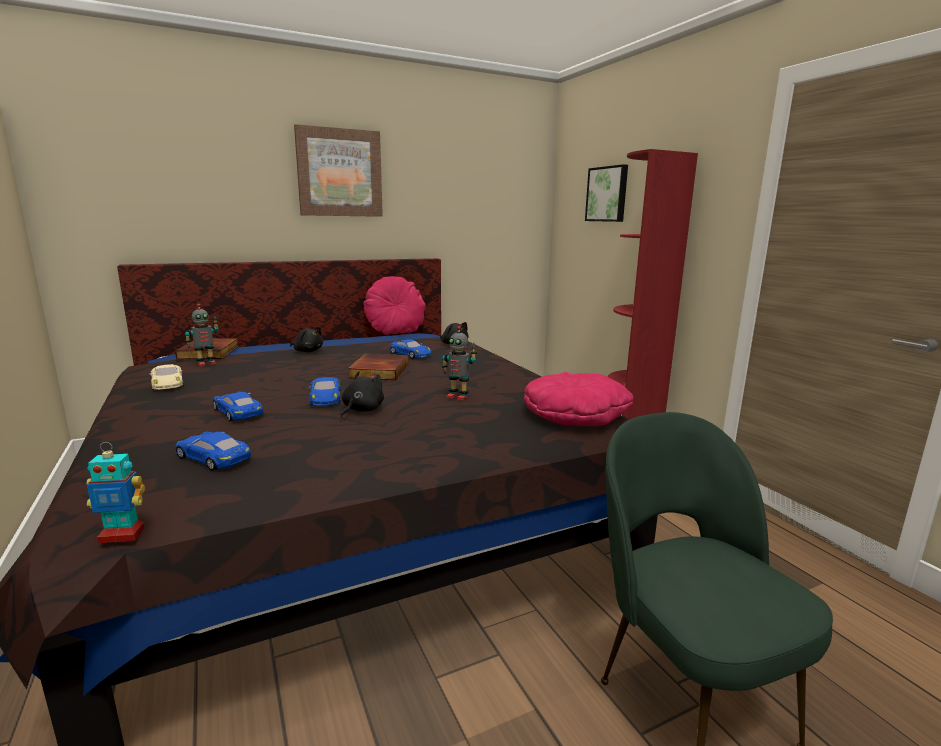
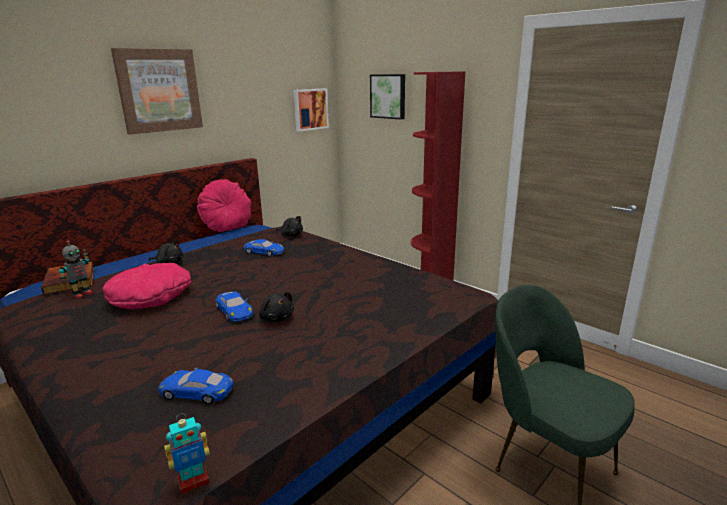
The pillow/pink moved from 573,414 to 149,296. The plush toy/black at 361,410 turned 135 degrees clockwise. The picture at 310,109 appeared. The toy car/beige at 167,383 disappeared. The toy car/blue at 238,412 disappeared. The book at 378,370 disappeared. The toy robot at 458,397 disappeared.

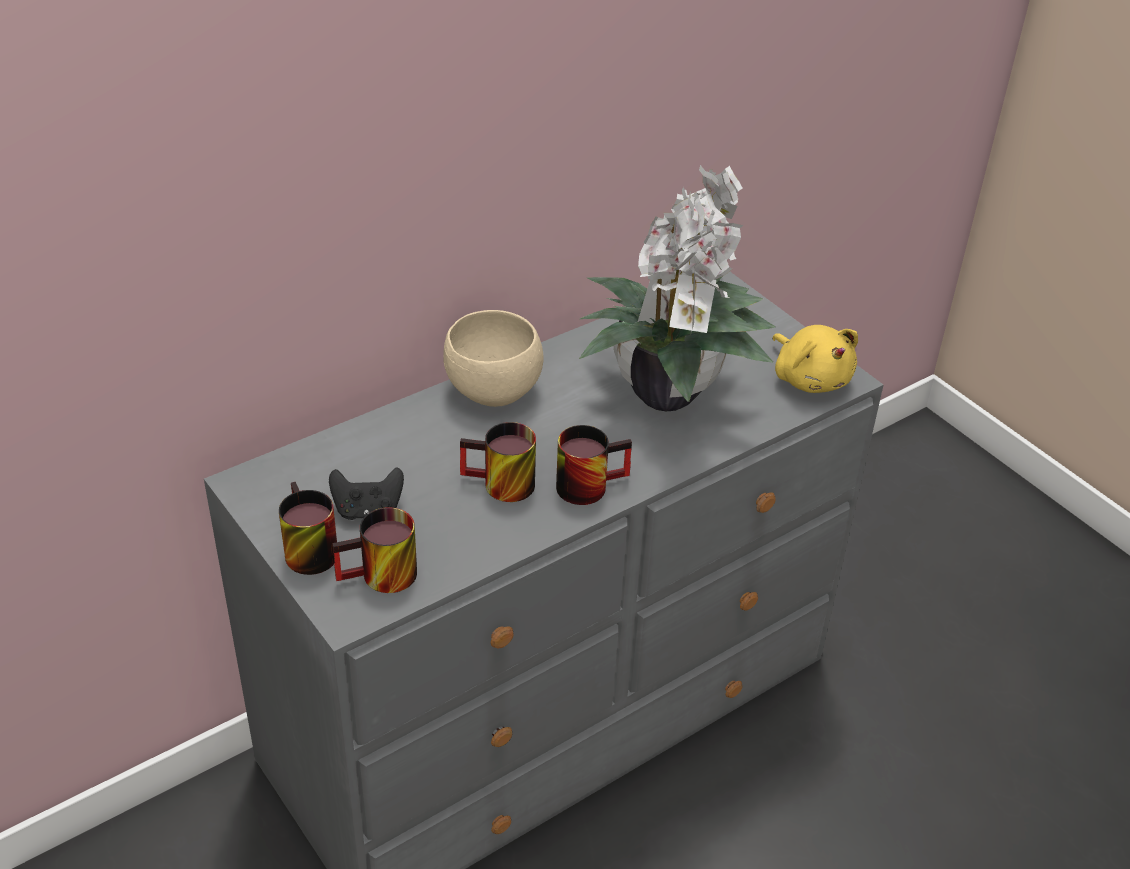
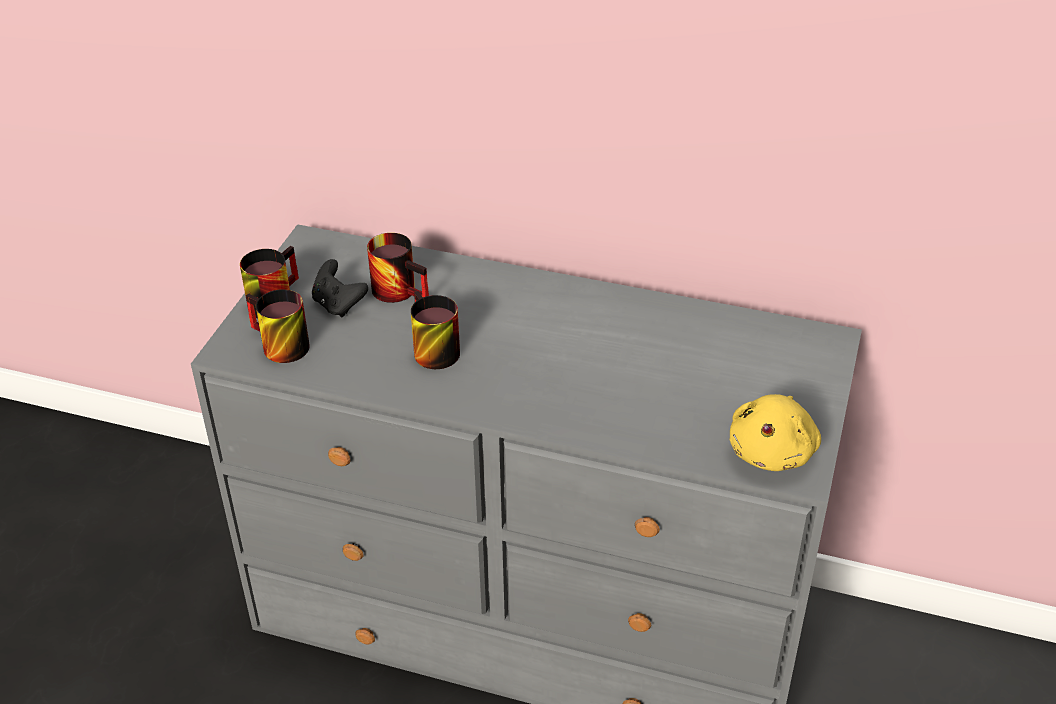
The mug moved from 588,482 to 402,290. The bowl/beige at 493,393 disappeared. The potted plant at 669,391 disappeared.

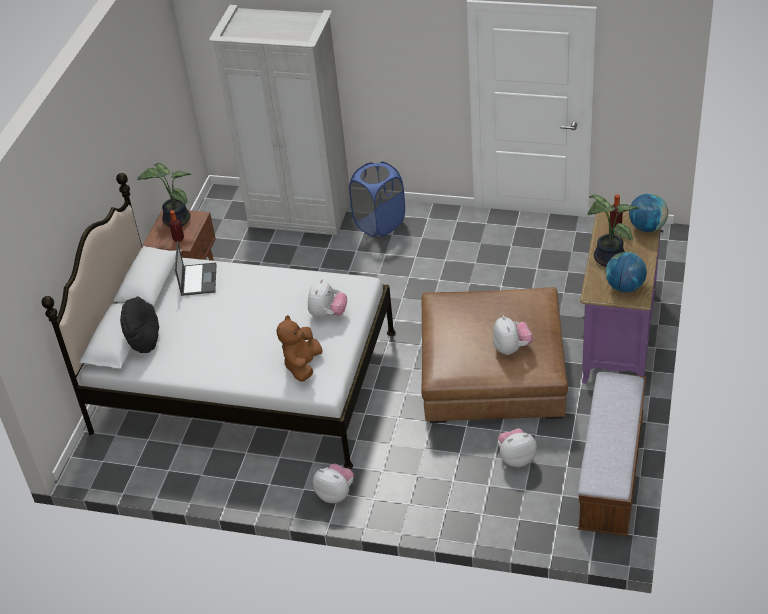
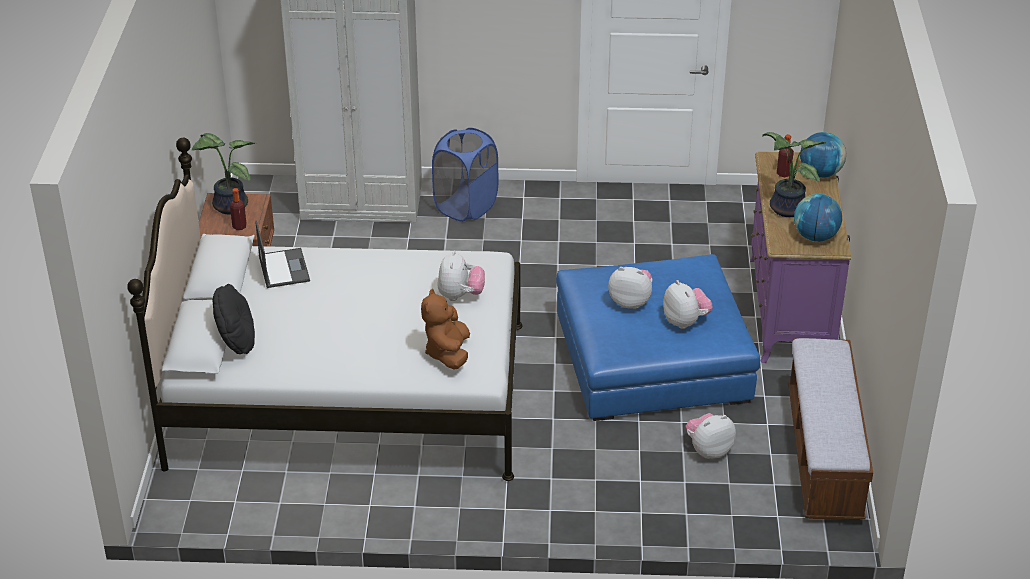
The ottoman/brown at 492,372 became the ottoman/blue at 652,359. The plush toy moved from 335,494 to 630,302.

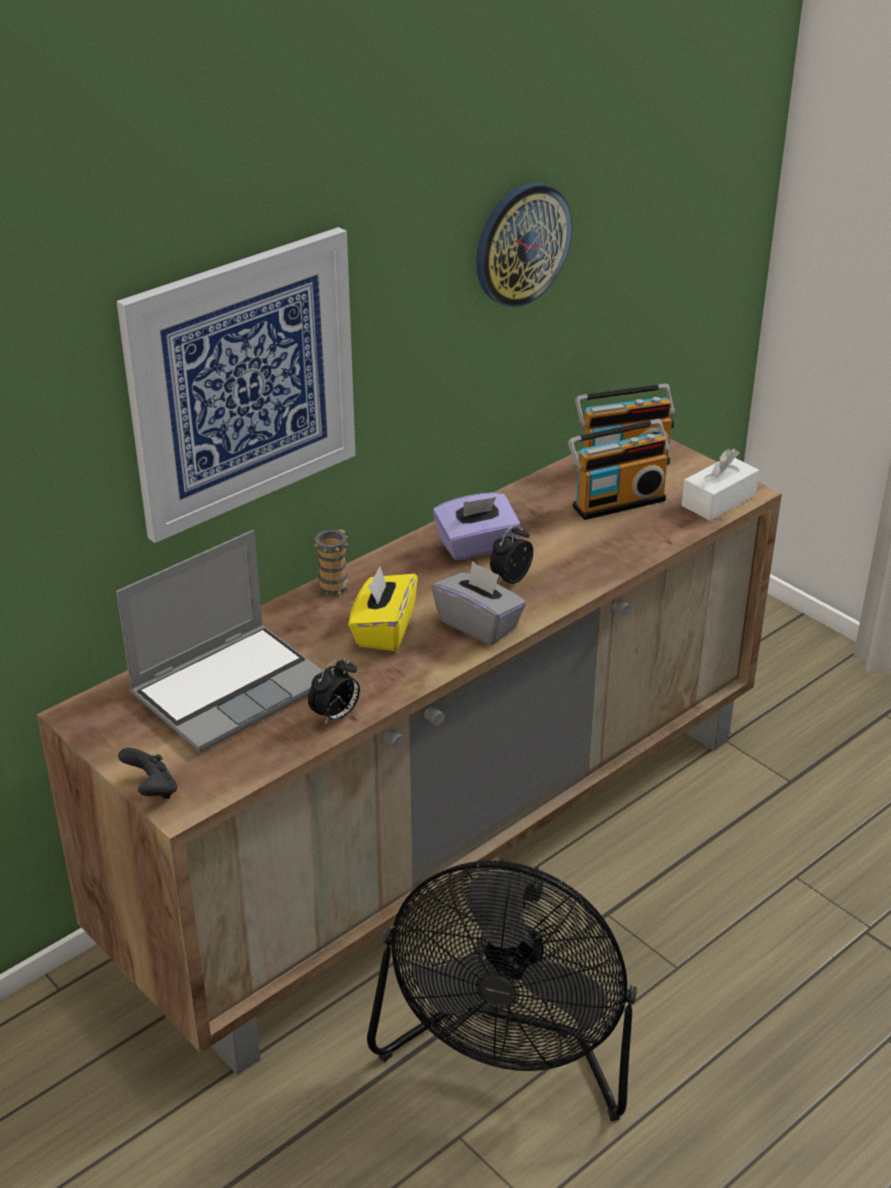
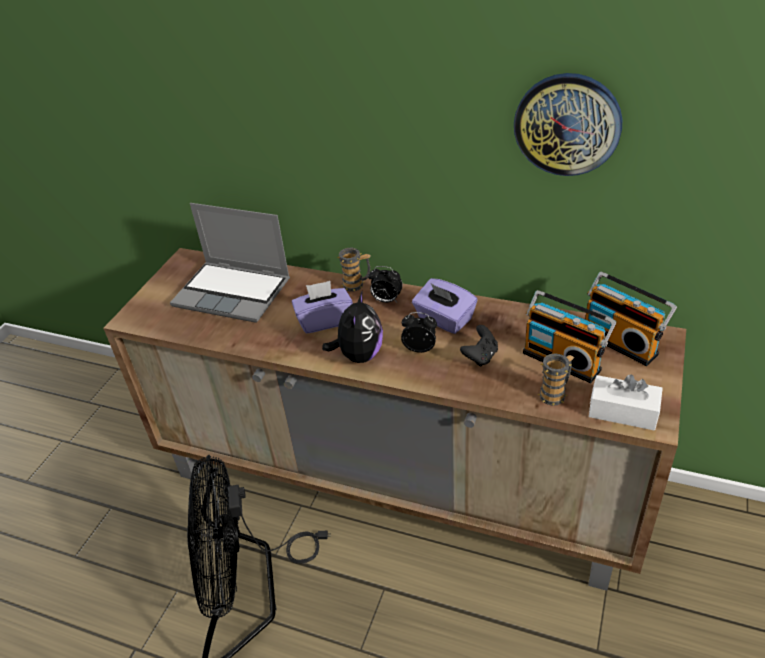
The tissue box/yellow at 383,630 became the tissue box/purple at 324,320. The tissue box/grey at 479,624 was replaced by the plush toy at 359,355. The alarm clock moved from 335,716 to 386,300. The game controller/black moved from 152,790 to 480,356. The mug at 555,394 appeared. The picture at 242,382 disappeared.

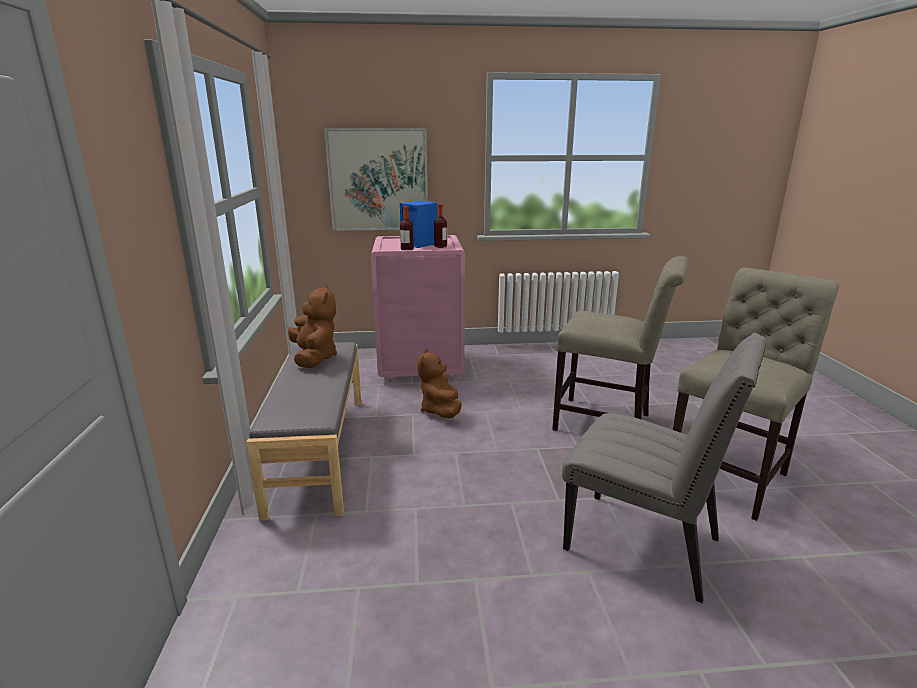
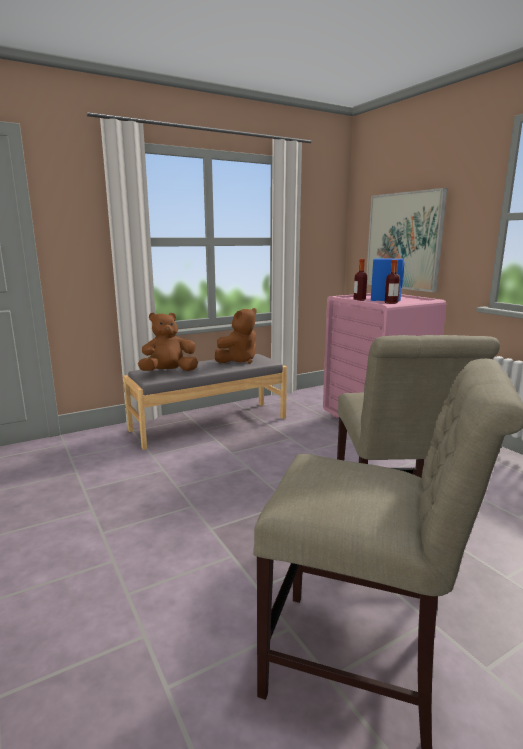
The plush toy/brown moved from 440,410 to 168,372. The chair/grey at 640,543 disappeared.

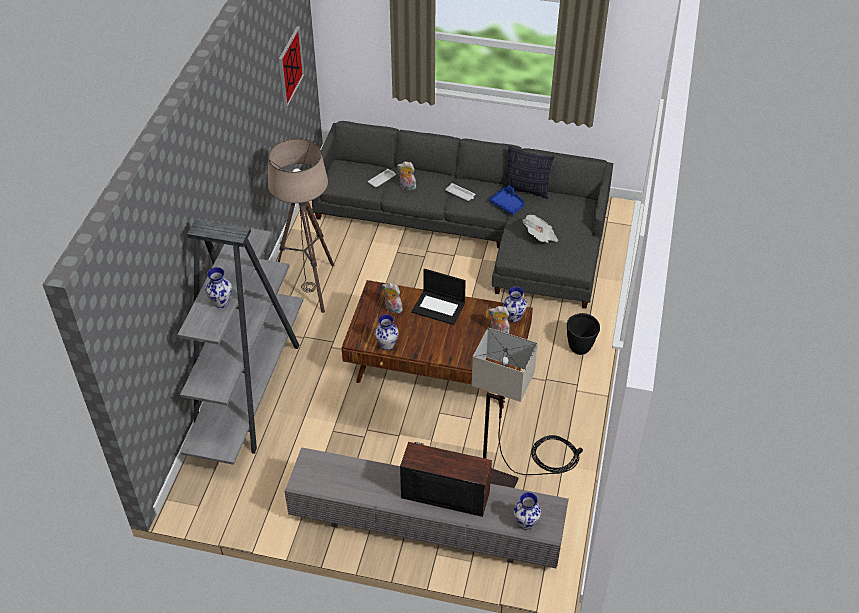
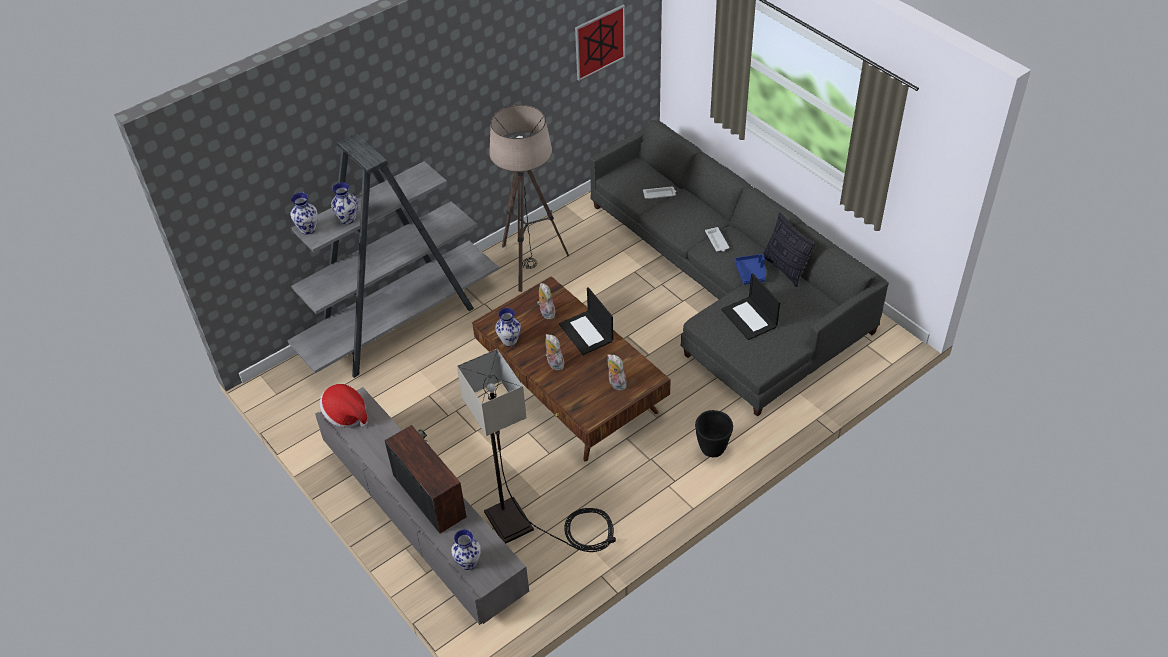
The vase moved from 514,317 to 308,229. The hat at 346,415 appeared. The plush toy moved from 407,187 to 554,363. The newspaper at 540,236 was replaced by the laptop at 750,318.

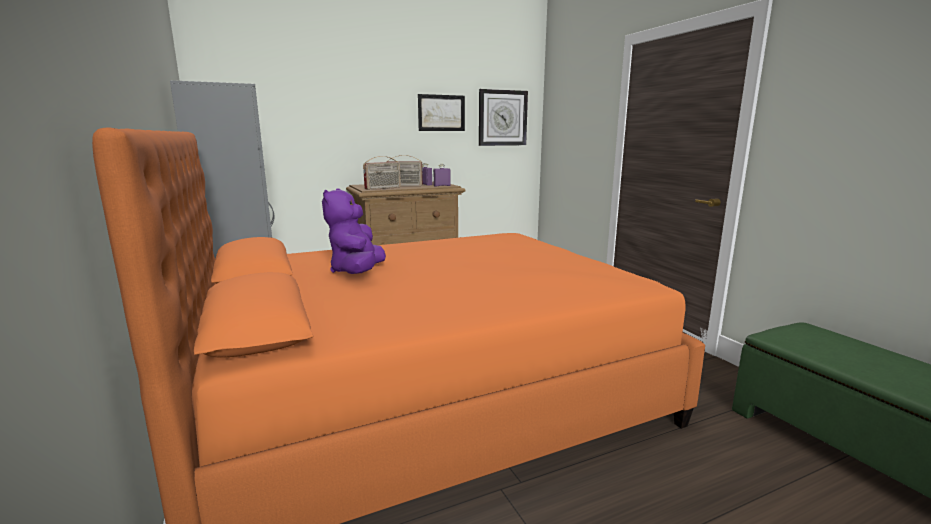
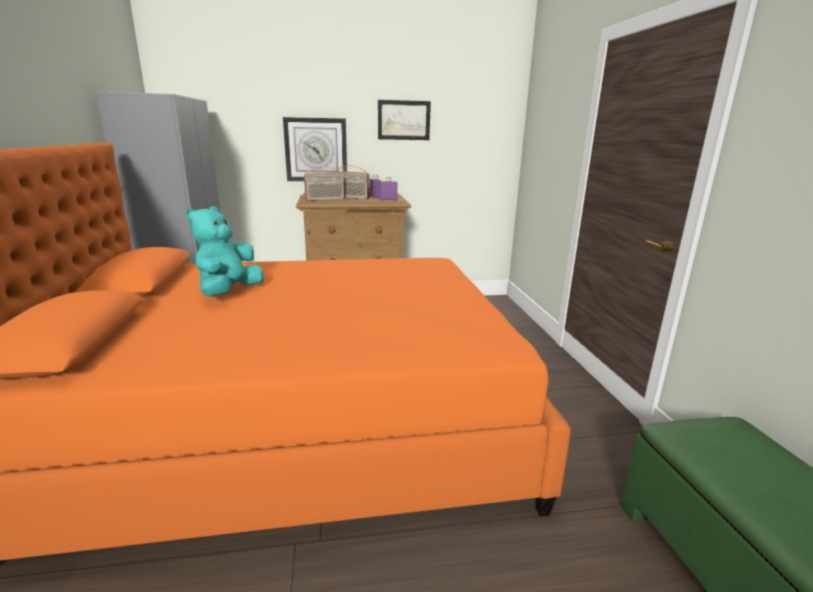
The plush toy/purple at 357,272 became the plush toy/turquoise at 229,292. The wall clock moved from 502,118 to 316,150.

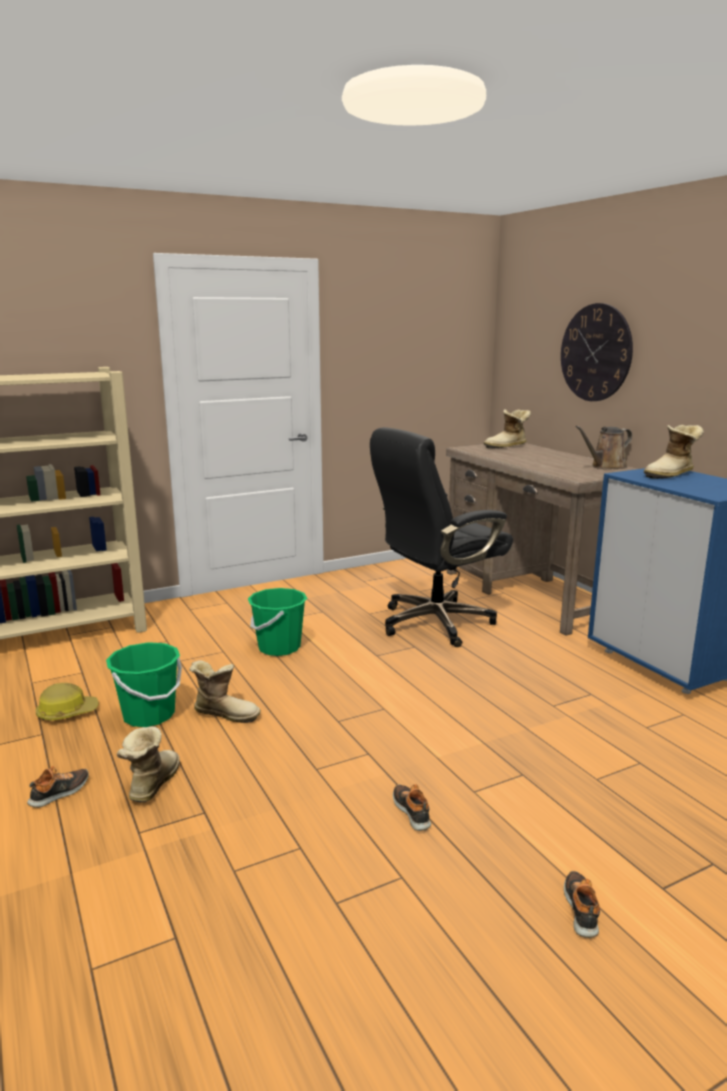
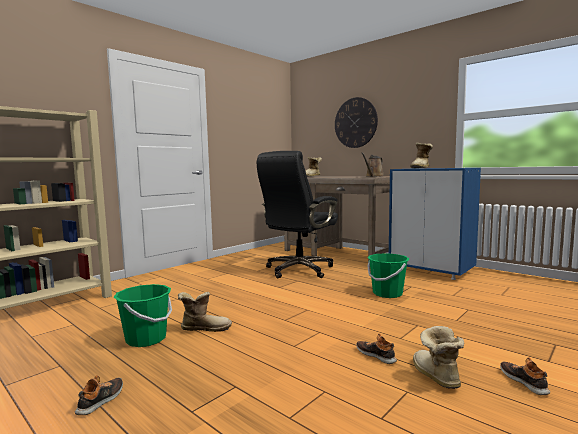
The bucket/green moved from 279,647 to 387,293. The boot moved from 151,784 to 434,376. The hard hat at 67,712 disappeared.

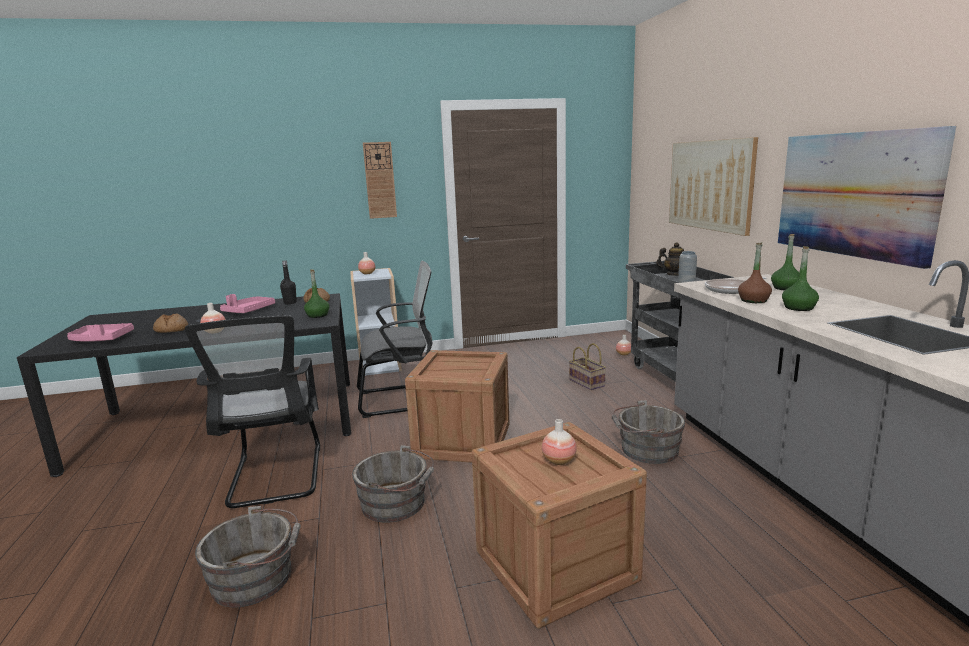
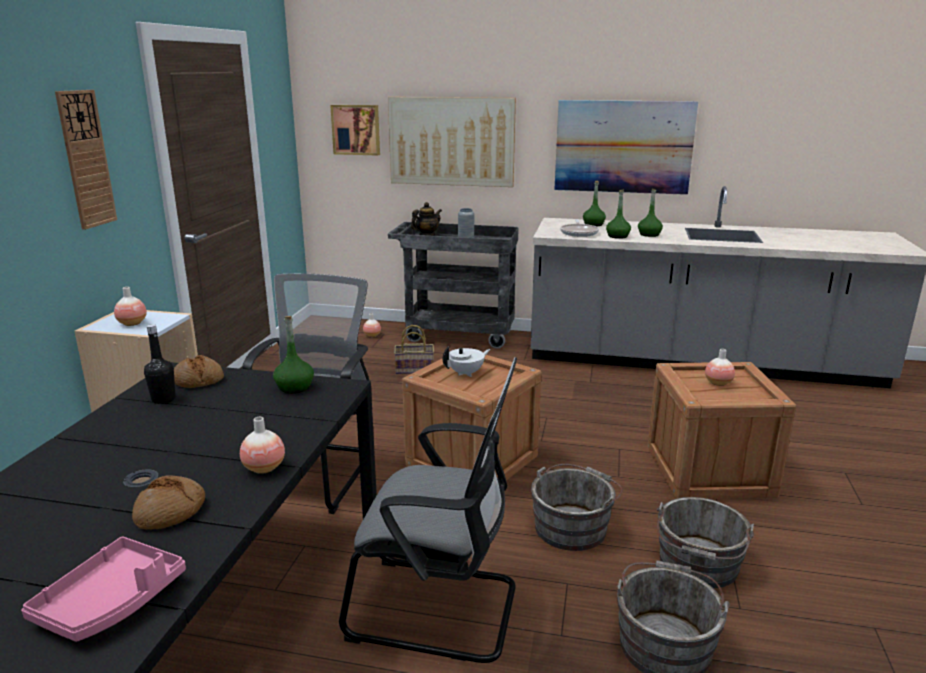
The picture at 356,129 appeared. The teapot/white at 466,373 appeared. The bottle/brown at 753,300 became the bottle/green at 617,236. The bucket/grey moved from 646,450 to 698,566. The tray/pink at 248,311 disappeared.

